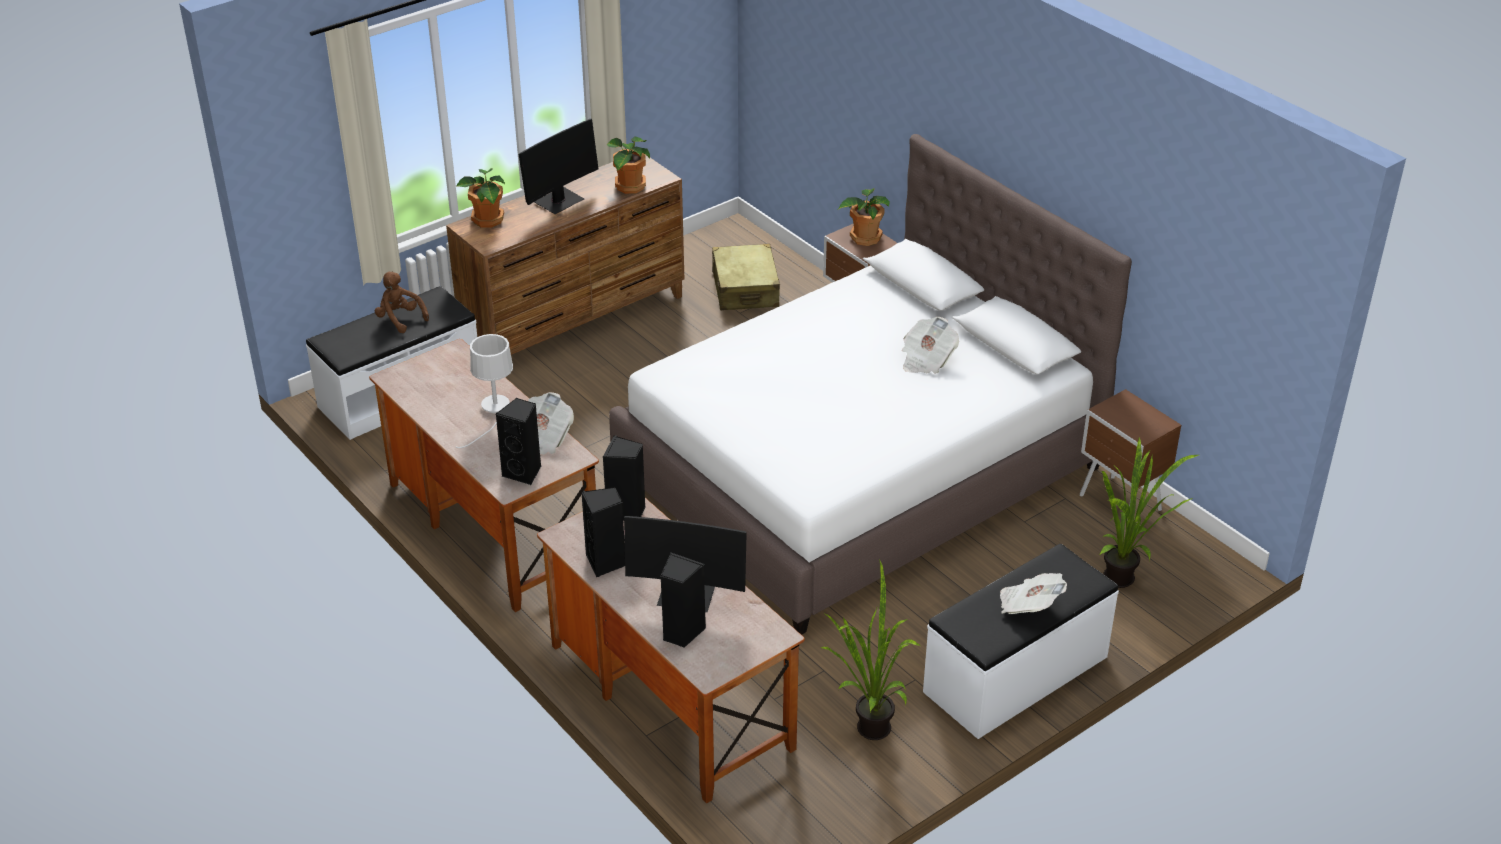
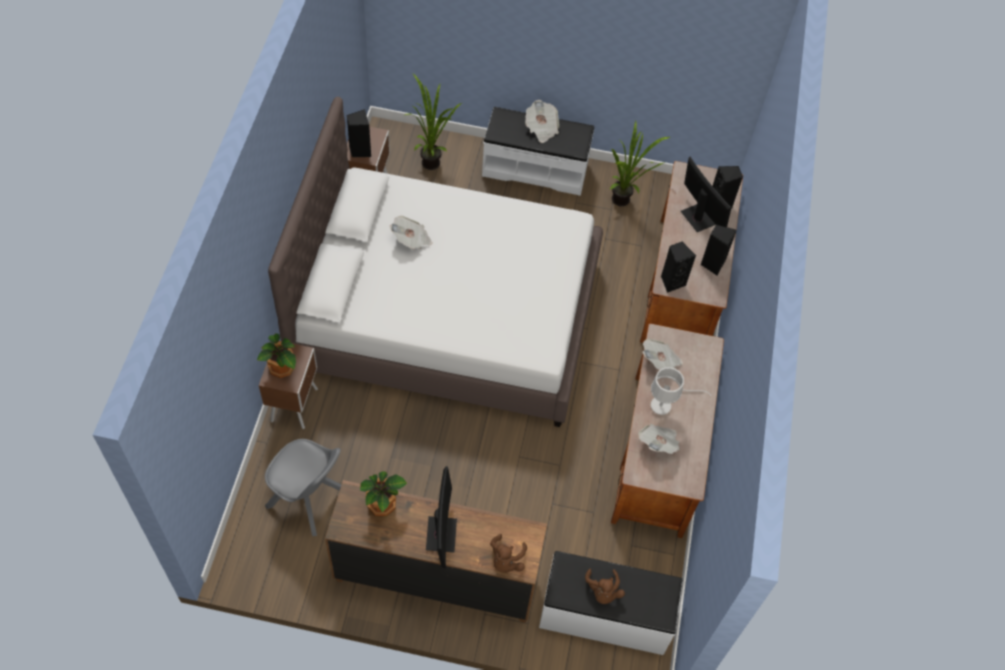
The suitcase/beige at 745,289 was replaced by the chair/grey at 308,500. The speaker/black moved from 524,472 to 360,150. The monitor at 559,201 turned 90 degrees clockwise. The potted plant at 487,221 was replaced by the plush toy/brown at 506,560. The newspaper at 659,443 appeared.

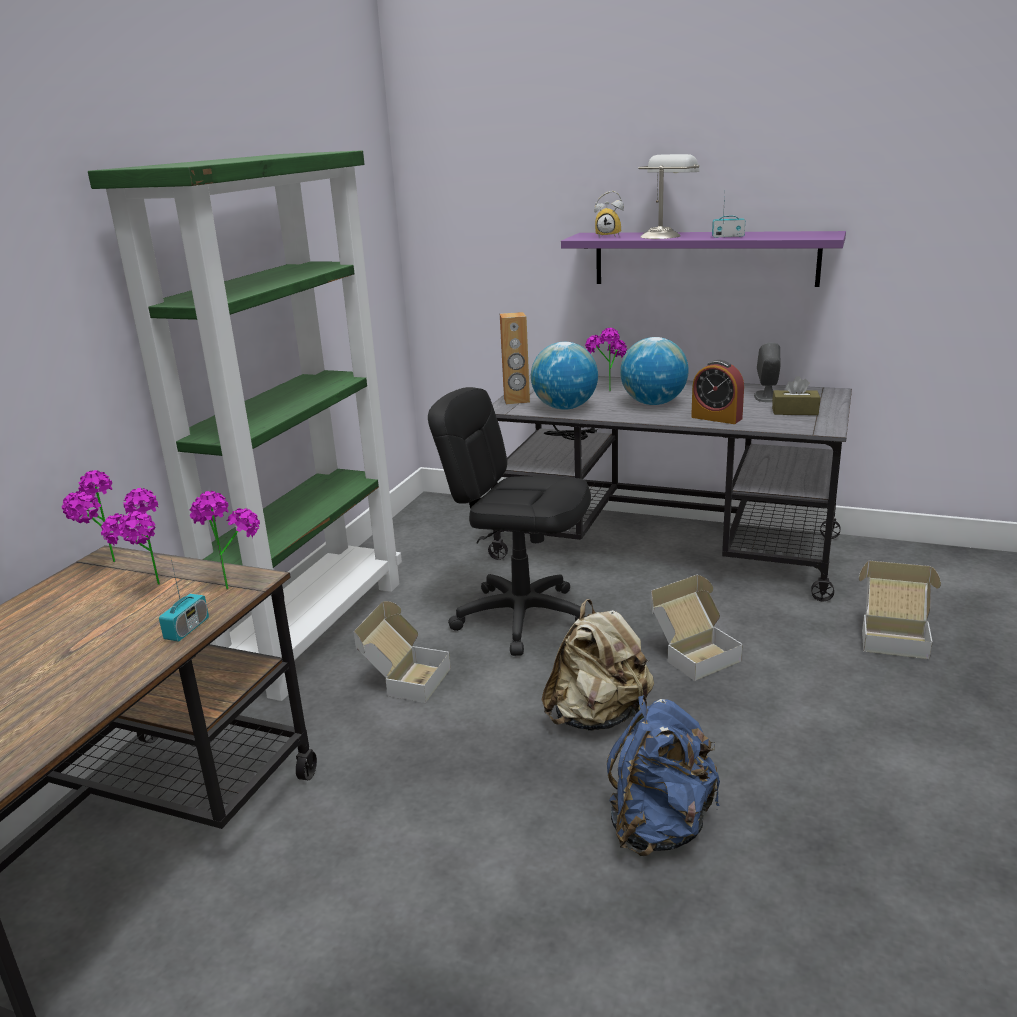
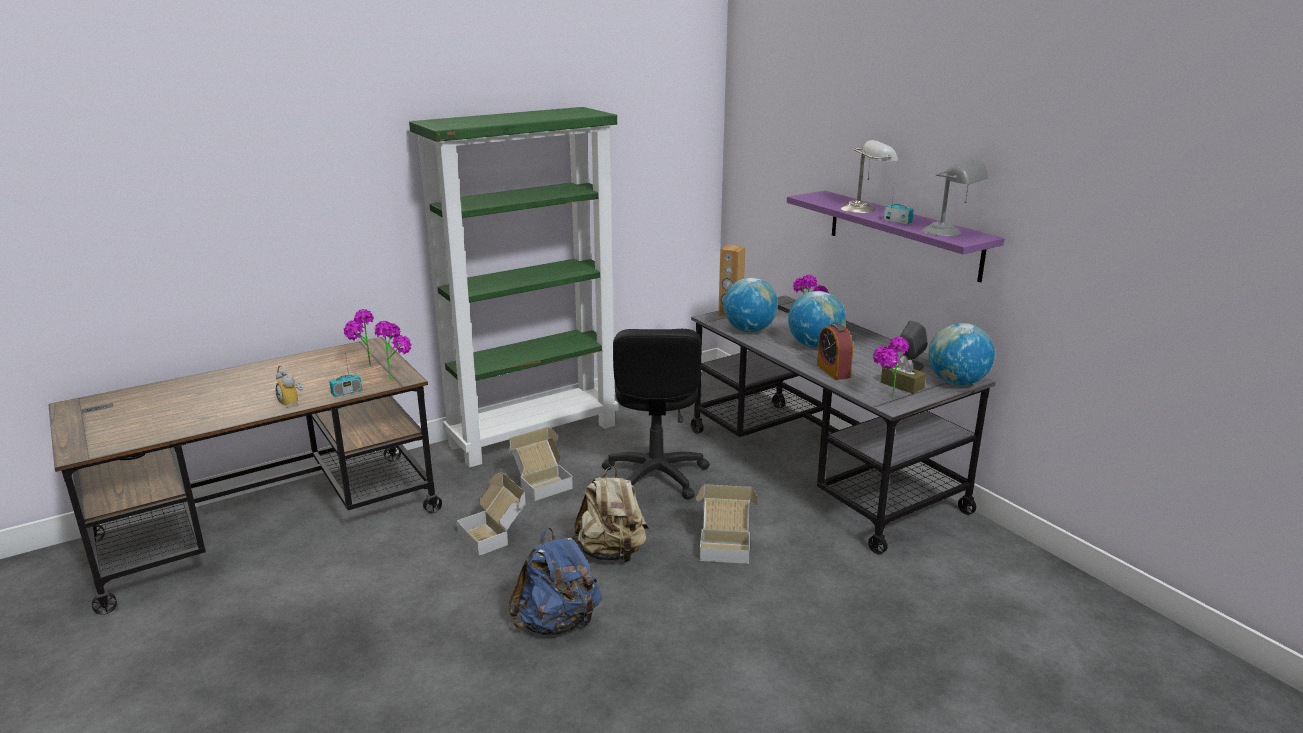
The alarm clock moved from 609,236 to 293,403. The cardboard box moved from 894,636 to 494,535. The office chair/black at 521,617 turned 150 degrees counterclockwise. The potted plant moved from 101,565 to 884,397. The table lamp/grey at 949,232 appeared. The globe at 956,382 appeared.

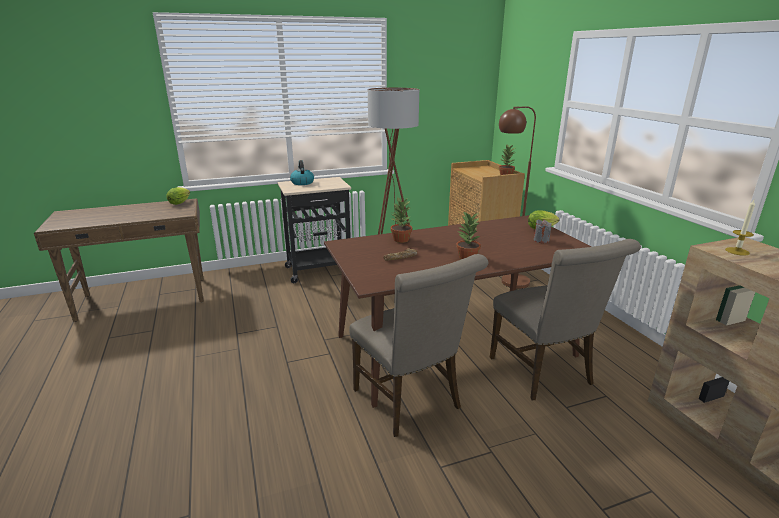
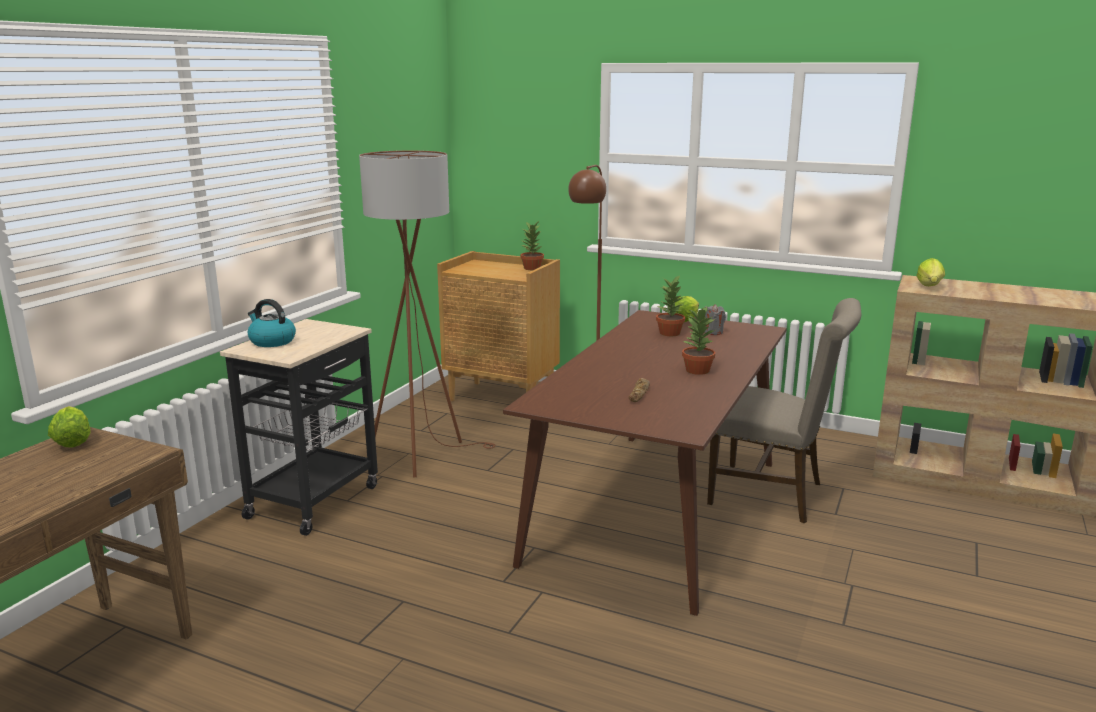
The potted plant moved from 401,240 to 670,333. The candle at 737,251 was replaced by the lettuce at 930,287. The chair/beige at 410,401 disappeared.

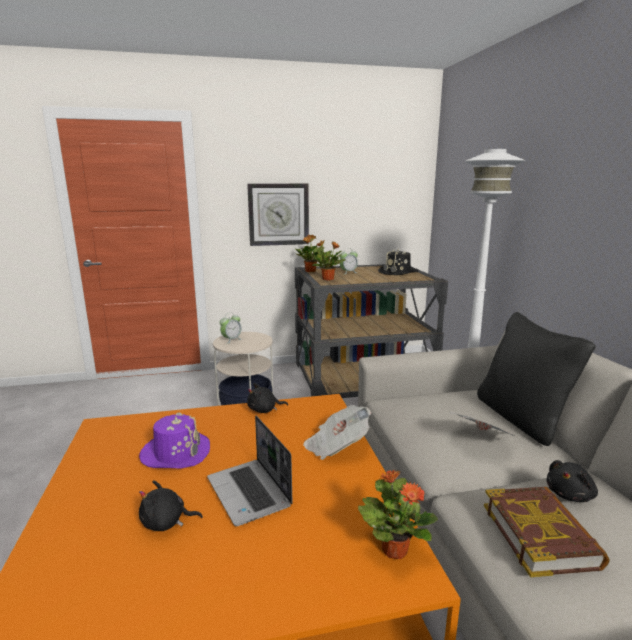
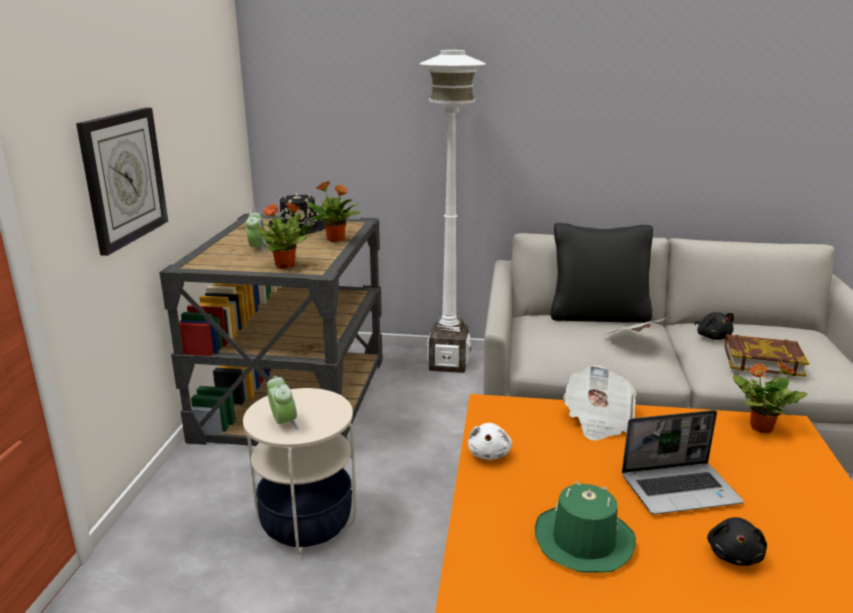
The potted plant moved from 310,271 to 336,240. The plush toy/black at 264,410 became the plush toy/white at 489,453. The hat/purple at 176,452 became the hat/green at 583,541.

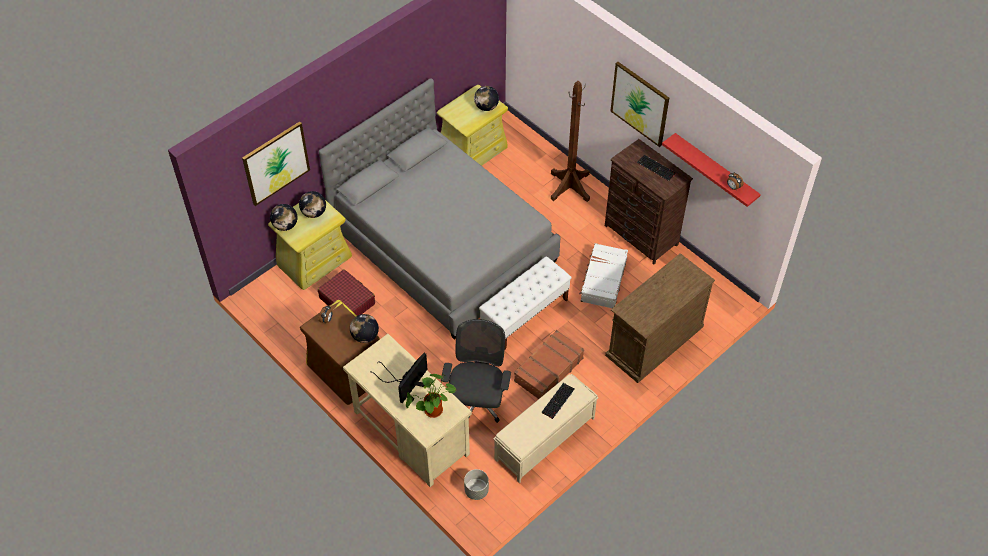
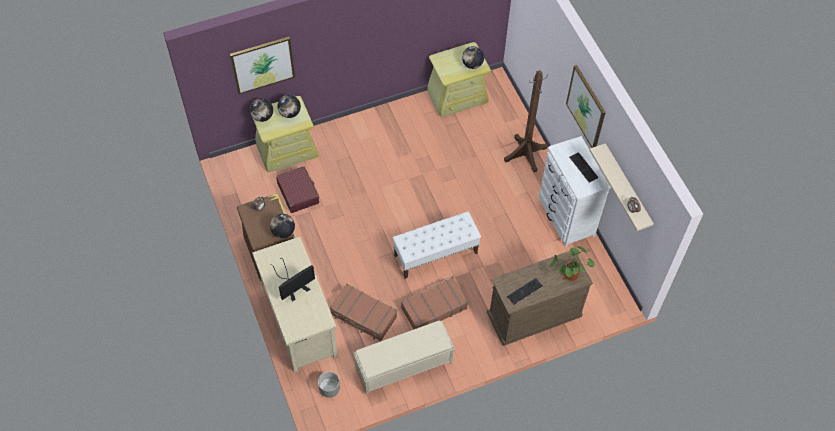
The office chair at 478,403 was replaced by the suitcase/brown at 363,316. The keyboard moved from 558,401 to 524,292. The dresser/brown at 640,236 became the dresser/white at 565,217. The potted plant moved from 433,412 to 570,276. The shelf/red at 715,170 became the shelf/beige at 627,188. The bed/grey at 443,244 disappeared. The suitcase/white at 603,280 disappeared.

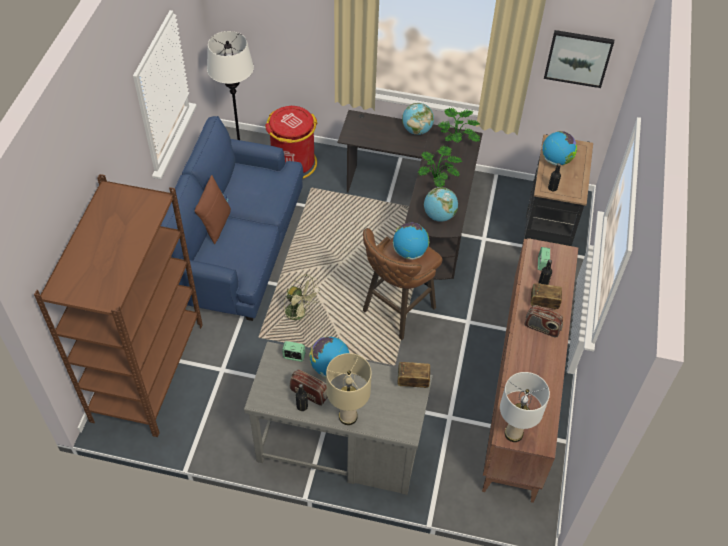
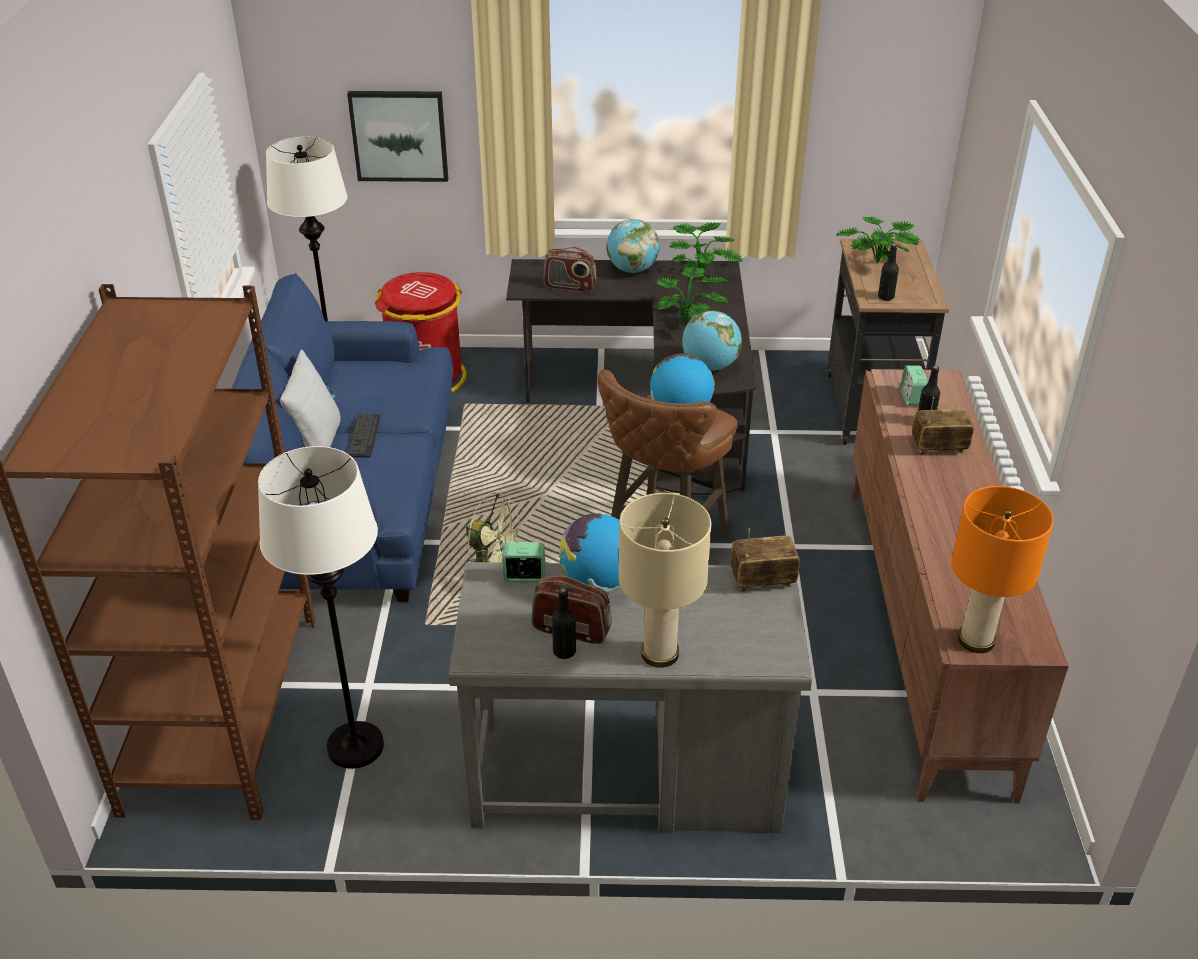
The floor lamp/white at 355,746 appeared. The pillow/brown at 215,225 became the pillow/grey at 317,444. The picture moved from 578,58 to 399,135. The keyboard at 364,436 appeared. The radio moved from 542,328 to 570,287. The globe at 556,160 was replaced by the potted plant at 875,265. The table lamp/white at 513,433 became the table lamp/orange at 975,640.

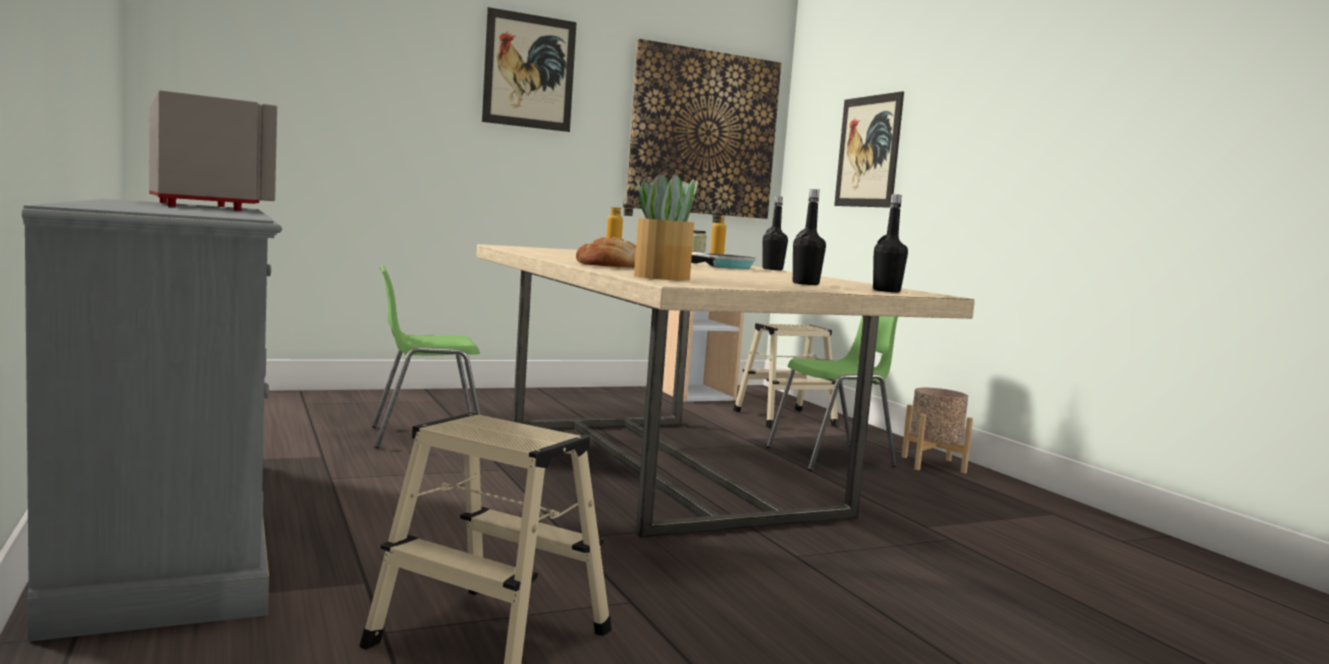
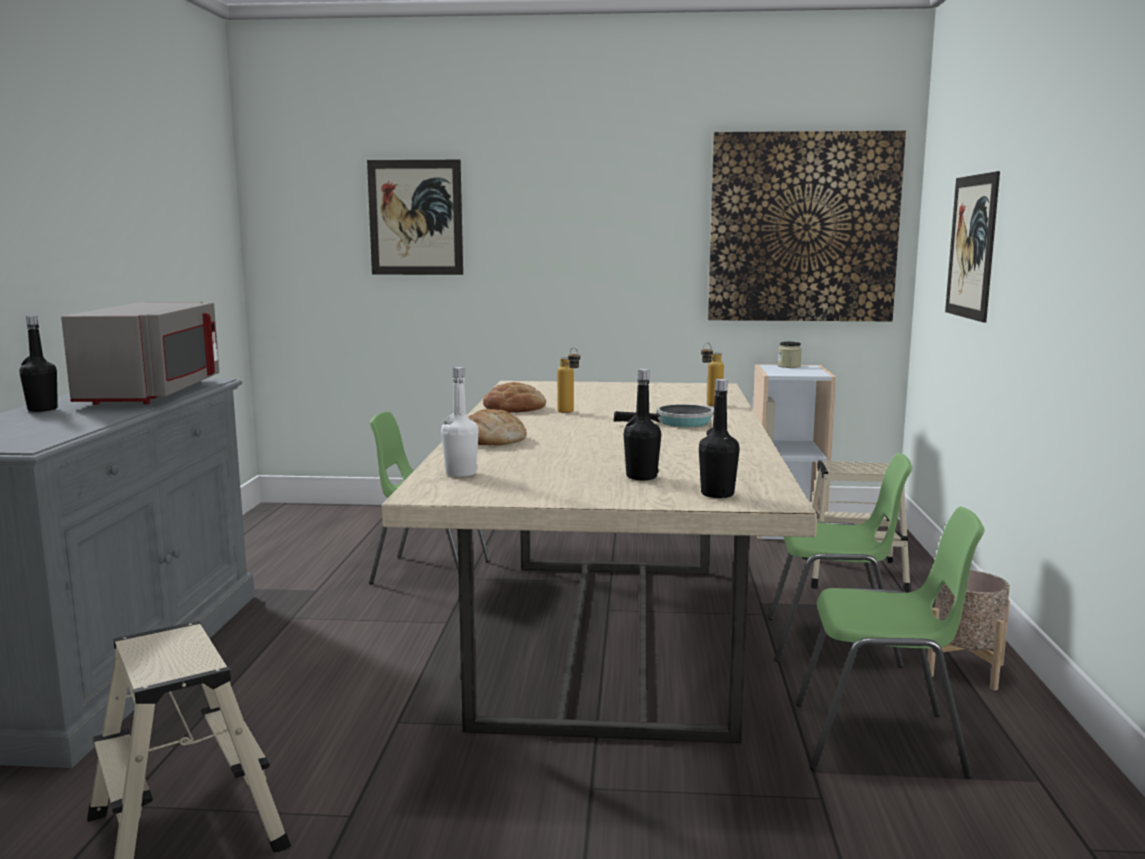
The bottle/black moved from 772,269 to 42,409. The picture moved from 529,71 to 415,217. The potted plant at 662,277 was replaced by the bottle/white at 461,473. The bread at 515,408 appeared. The chair/green at 880,741 appeared.

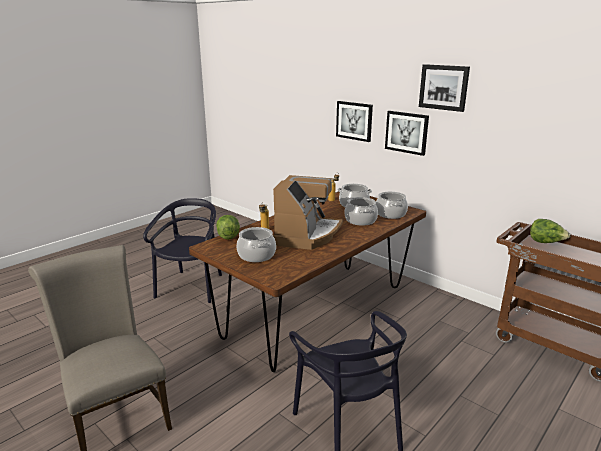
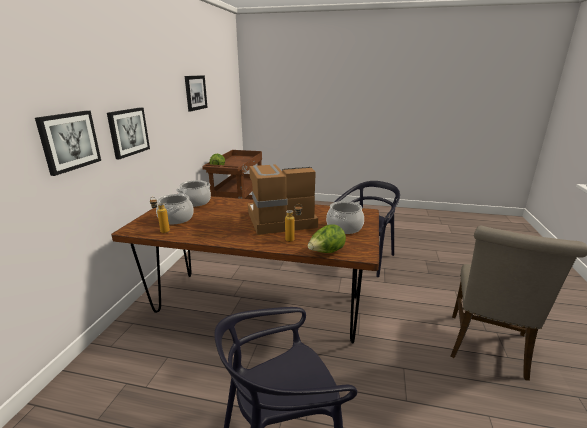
The picture moved from 443,87 to 195,92. The cooking pot at 361,220 disappeared.

